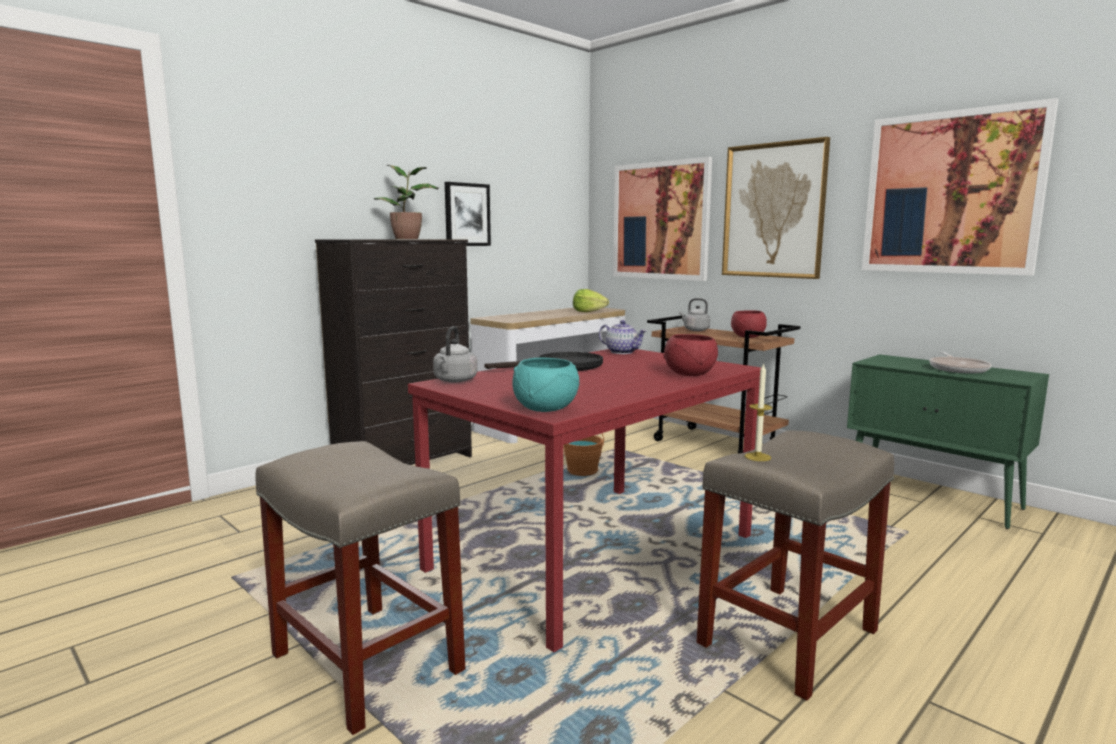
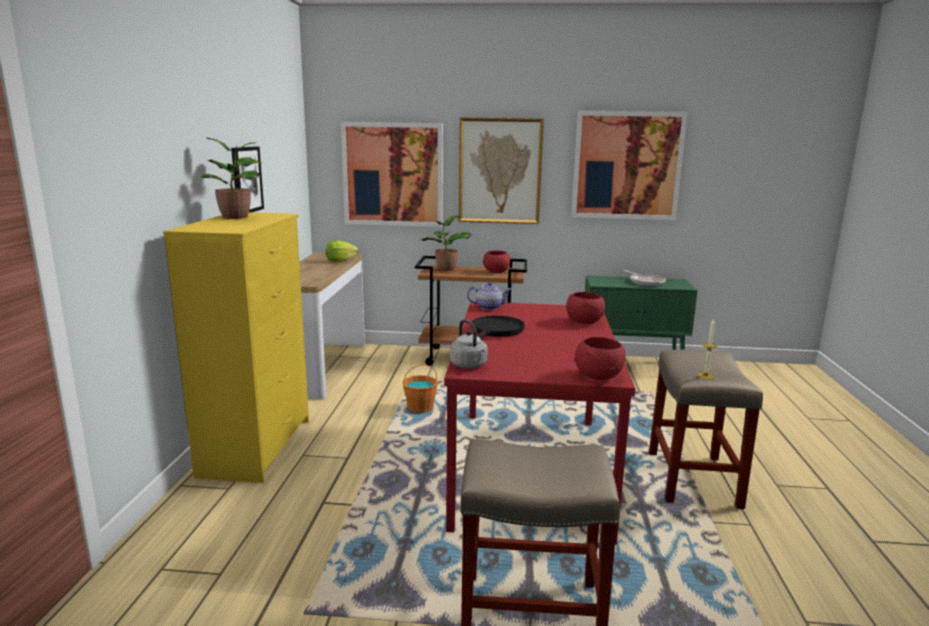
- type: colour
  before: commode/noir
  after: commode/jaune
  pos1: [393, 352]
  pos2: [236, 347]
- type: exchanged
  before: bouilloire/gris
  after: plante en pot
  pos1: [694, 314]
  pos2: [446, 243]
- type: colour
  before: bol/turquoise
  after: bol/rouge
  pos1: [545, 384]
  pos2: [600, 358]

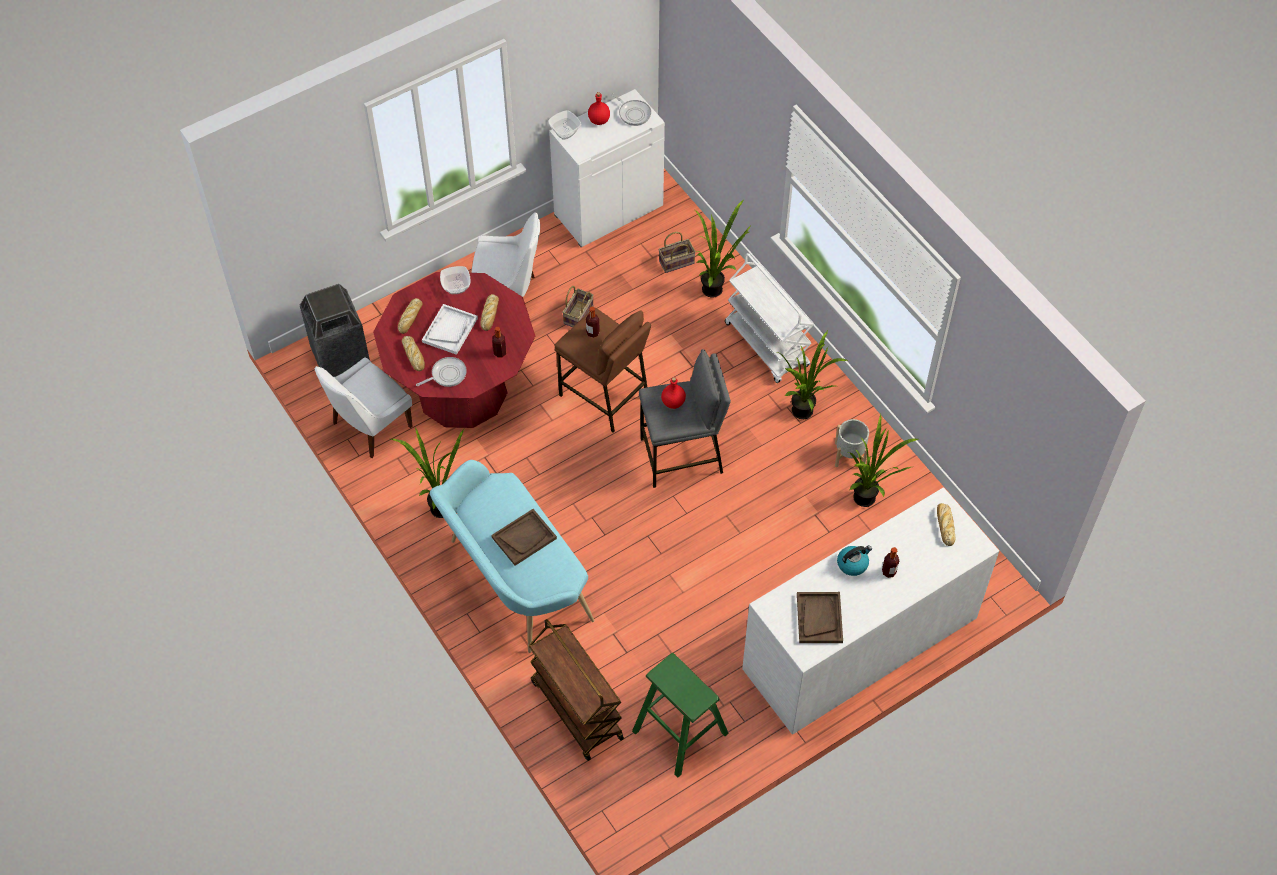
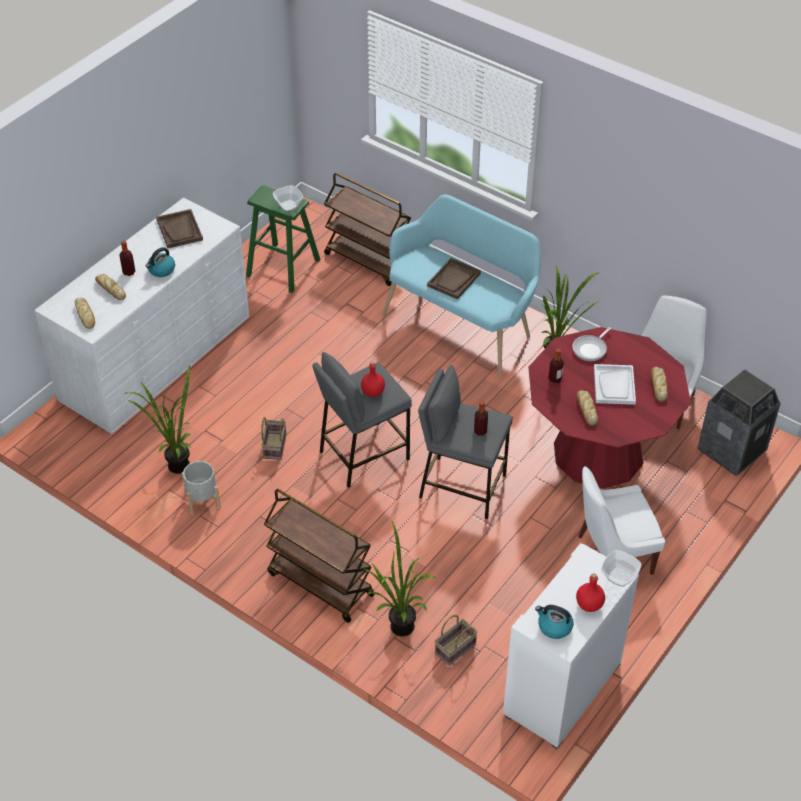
- type: exchanged
  before: poêle
  after: bouilloire
  pos1: [631, 109]
  pos2: [554, 622]
- type: colour
  before: chariot/blanc
  after: chariot/marron
  pos1: [769, 318]
  pos2: [319, 556]
- type: relocated
  before: bol
  pos1: [455, 280]
  pos2: [288, 198]
- type: relocated
  before: panier
  pos1: [578, 306]
  pos2: [273, 438]
- type: colour
  before: tabouret/marron
  after: tabouret/gris
  pos1: [602, 370]
  pos2: [465, 442]
- type: missing
  before: plante en pot
  pos1: [811, 374]
- type: relocated
  before: pain
  pos1: [413, 353]
  pos2: [110, 287]

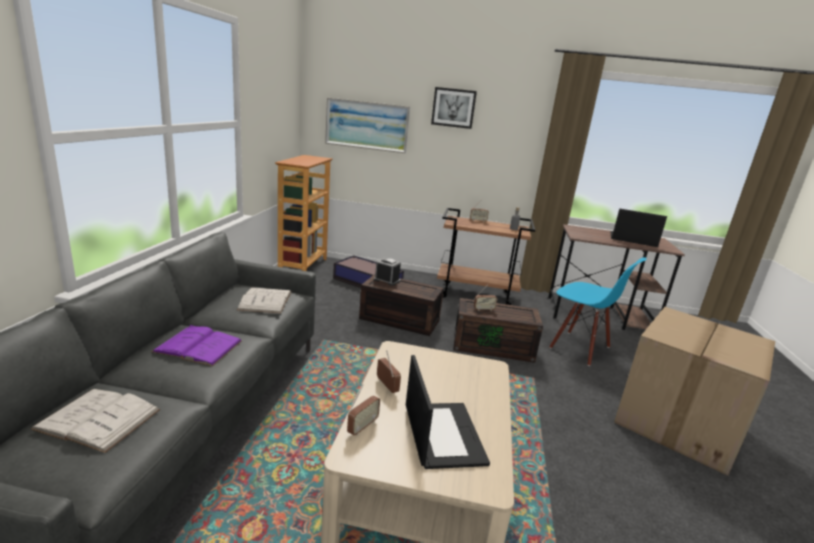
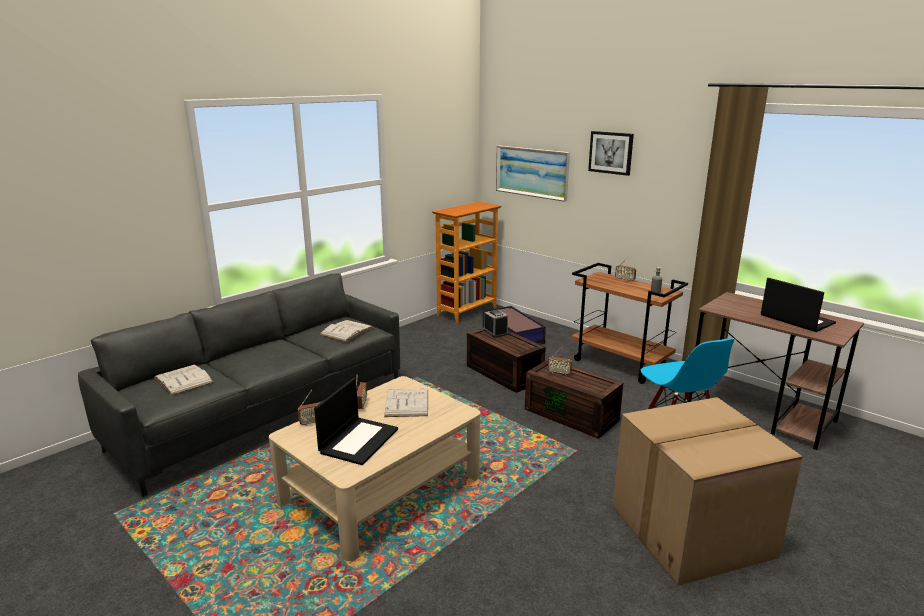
- type: missing
  before: livre/violet
  pos1: [196, 345]
- type: appeared
  after: livre/blanc
  pos2: [406, 403]

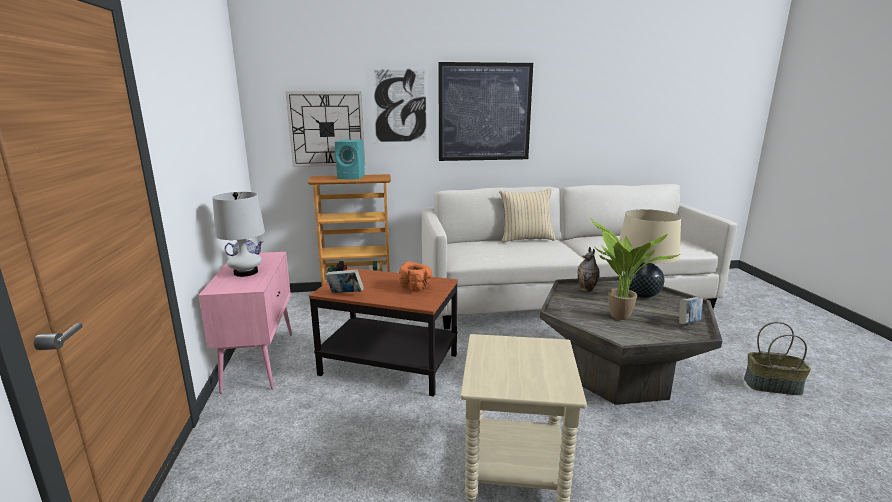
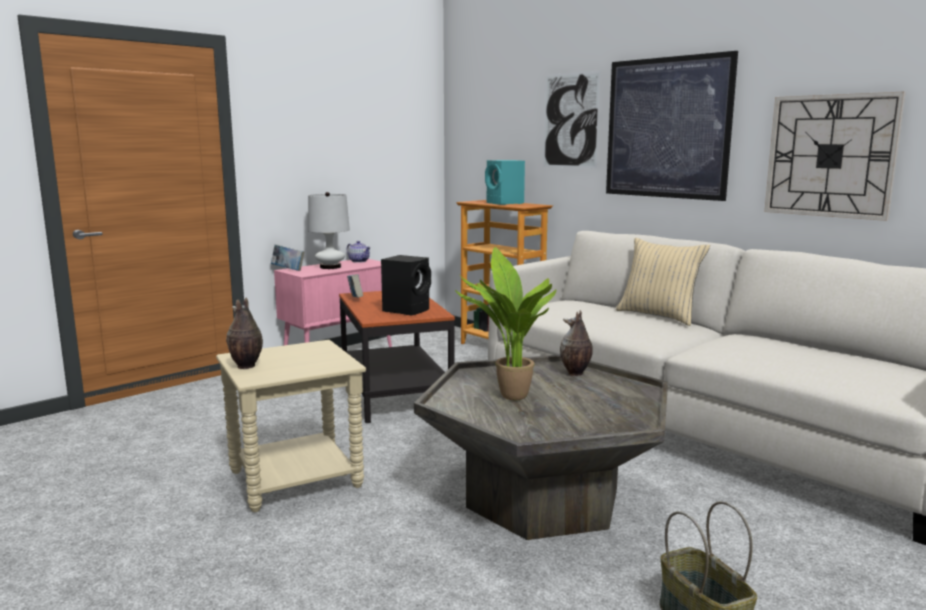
- type: relocated
  before: horloge murale
  pos1: [325, 129]
  pos2: [835, 156]
- type: missing
  before: lampe de table/beige
  pos1: [650, 253]
- type: exchanged
  before: bol/orange
  after: enceinte/noir
  pos1: [415, 276]
  pos2: [406, 285]
- type: relocated
  before: livre
  pos1: [691, 310]
  pos2: [287, 257]
- type: appeared
  after: vase
  pos2: [244, 333]

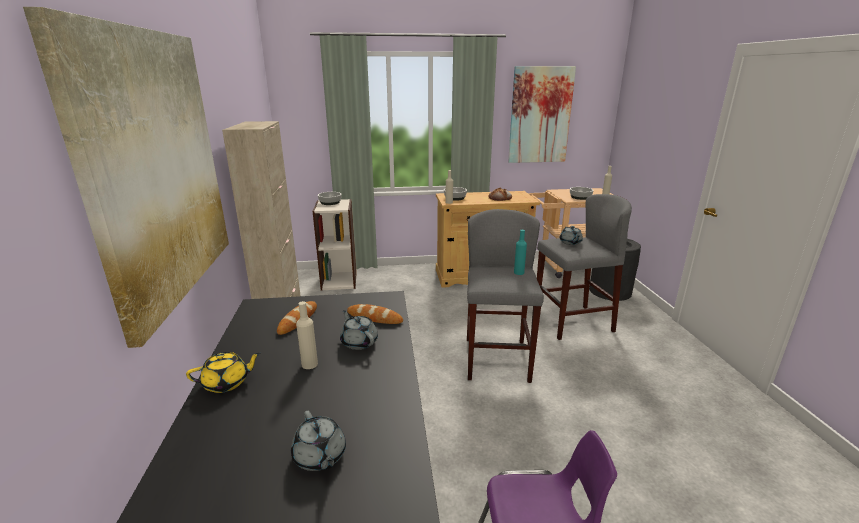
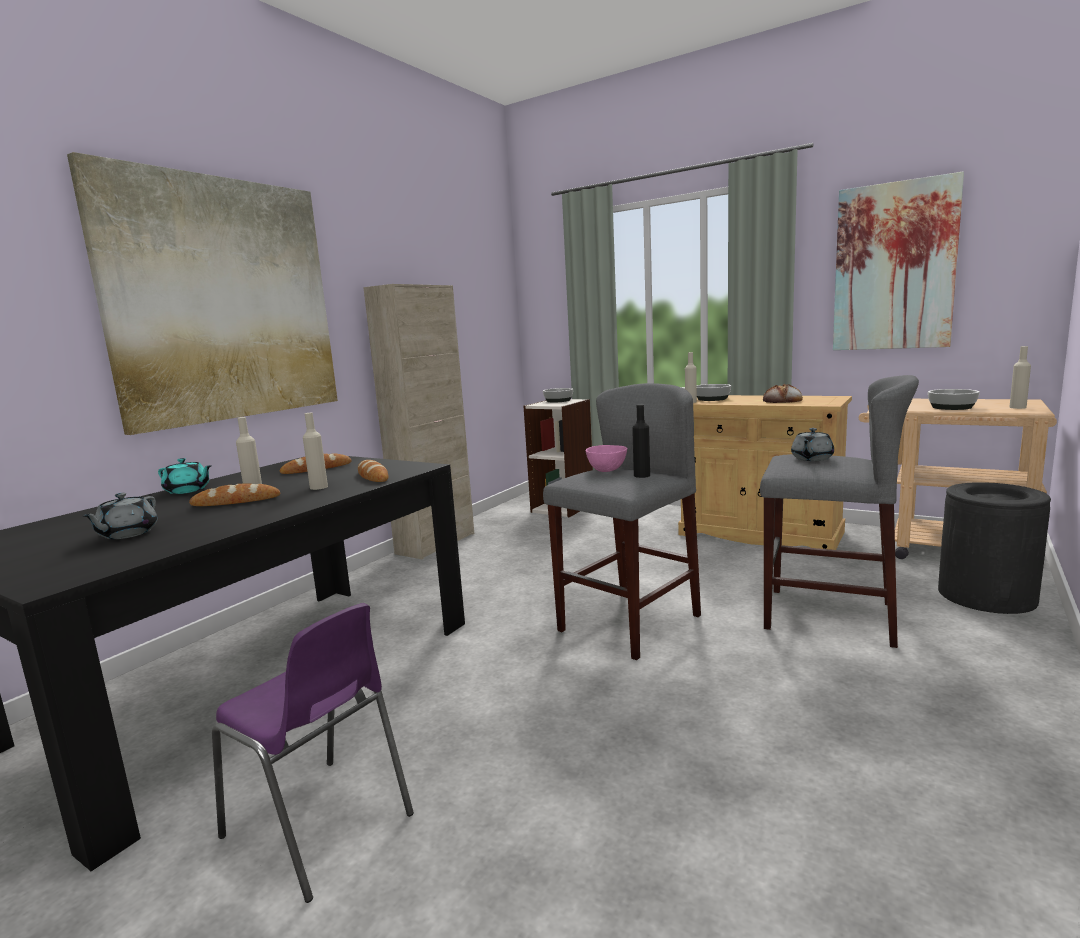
- type: colour
  before: bouteille/turquoise
  after: bouteille/noir
  pos1: [520, 252]
  pos2: [641, 441]
- type: exchanged
  before: théière/gris
  after: bouteille/beige
  pos1: [359, 330]
  pos2: [315, 451]
- type: colour
  before: théière/jaune
  after: théière/turquoise
  pos1: [223, 372]
  pos2: [185, 476]
- type: appeared
  after: bol/rose
  pos2: [606, 458]
- type: appeared
  after: pain
  pos2: [234, 494]

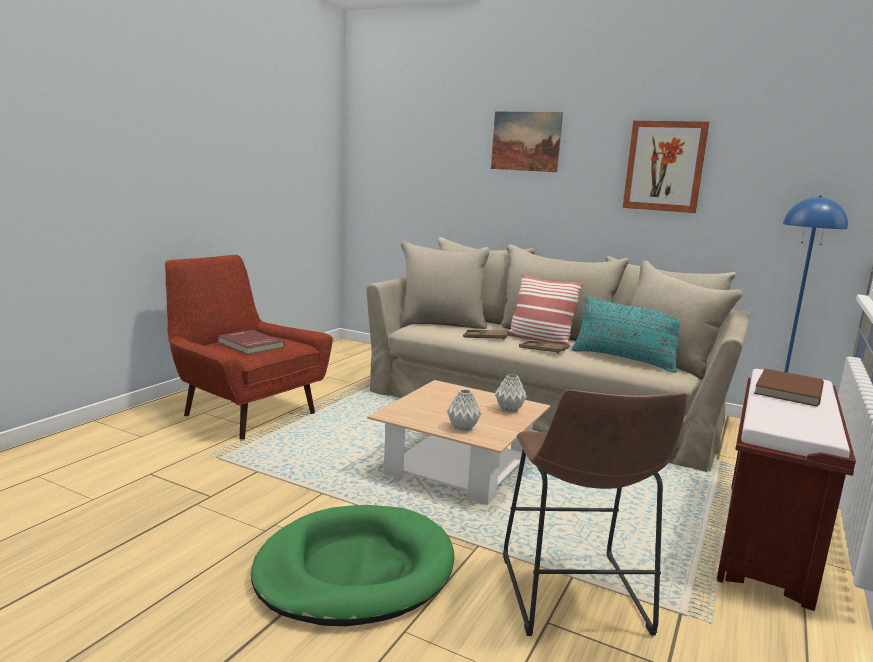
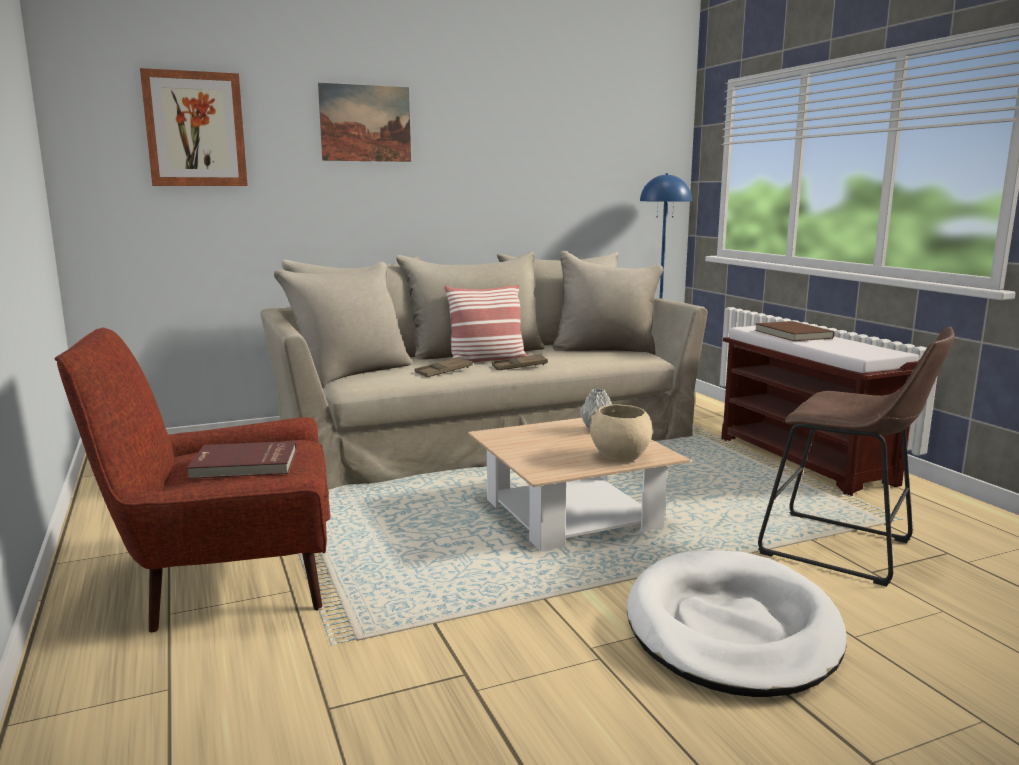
- type: relocated
  before: tableau
  pos1: [666, 167]
  pos2: [194, 127]
- type: missing
  before: coussin/turquoise
  pos1: [626, 334]
- type: exchanged
  before: vase/gris
  after: bol/beige
  pos1: [464, 410]
  pos2: [621, 433]
- type: colour
  before: panier pour chien/vert
  after: panier pour chien/blanc
  pos1: [352, 565]
  pos2: [736, 623]

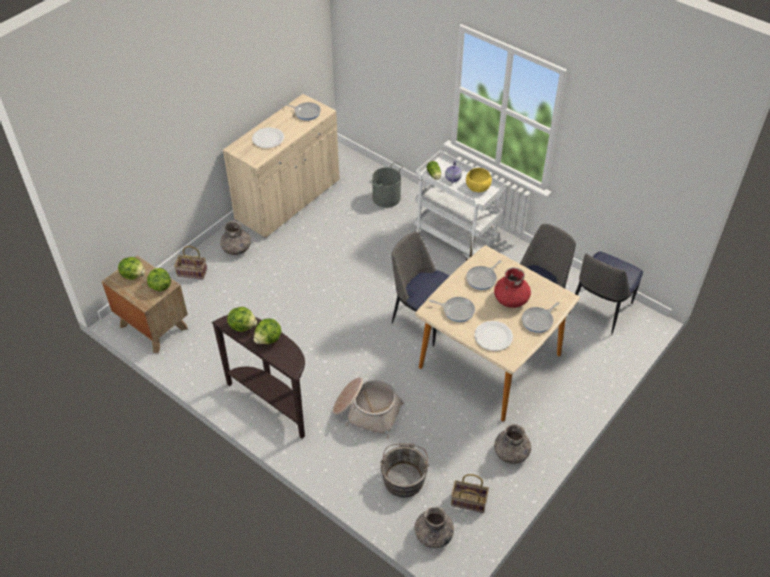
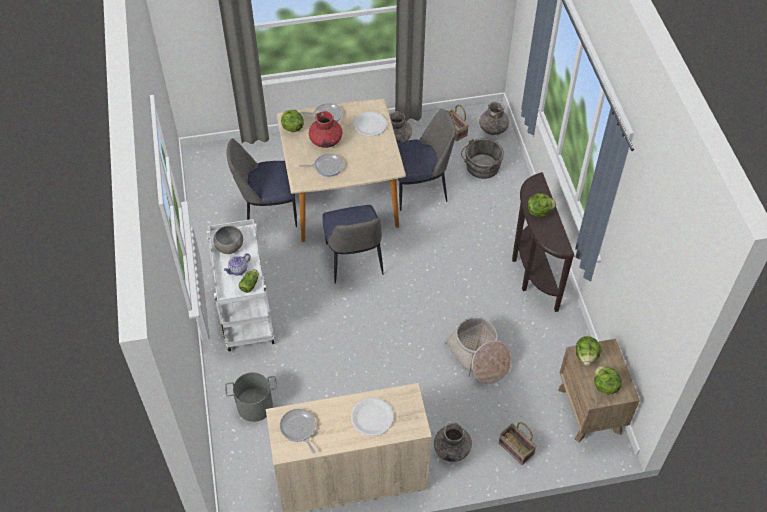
- type: colour
  before: bol/jaune
  after: bol/gris
  pos1: [479, 180]
  pos2: [228, 240]
- type: relocated
  before: chaise
  pos1: [606, 293]
  pos2: [426, 159]
- type: missing
  before: poêle
  pos1: [452, 309]
- type: relocated
  before: laitue
  pos1: [242, 319]
  pos2: [292, 121]
- type: relocated
  before: panier
  pos1: [368, 408]
  pos2: [477, 350]

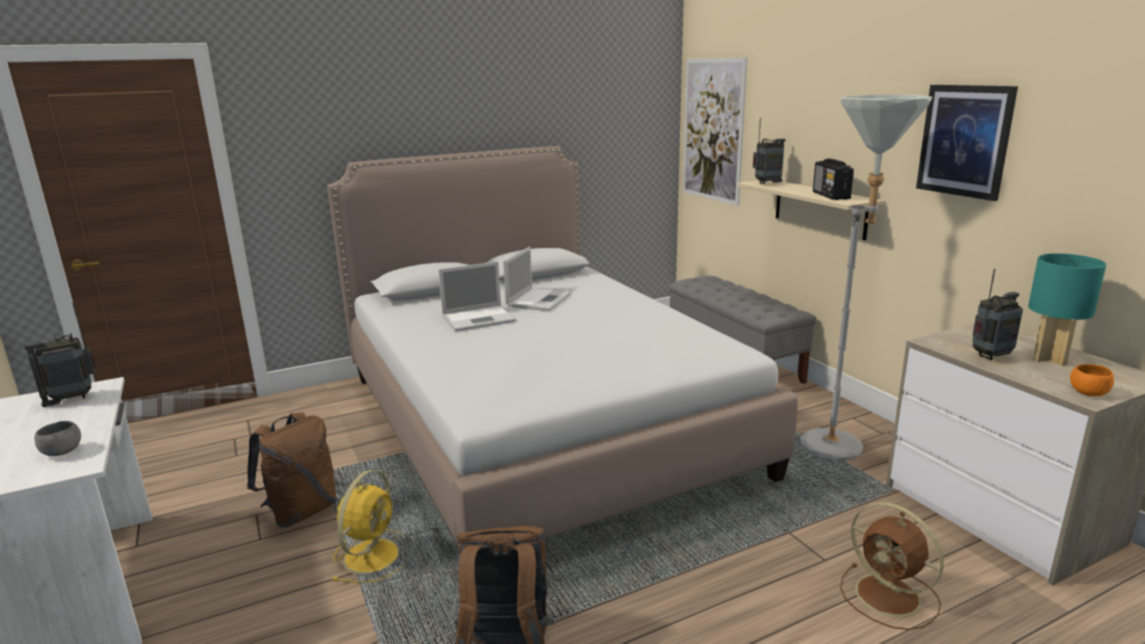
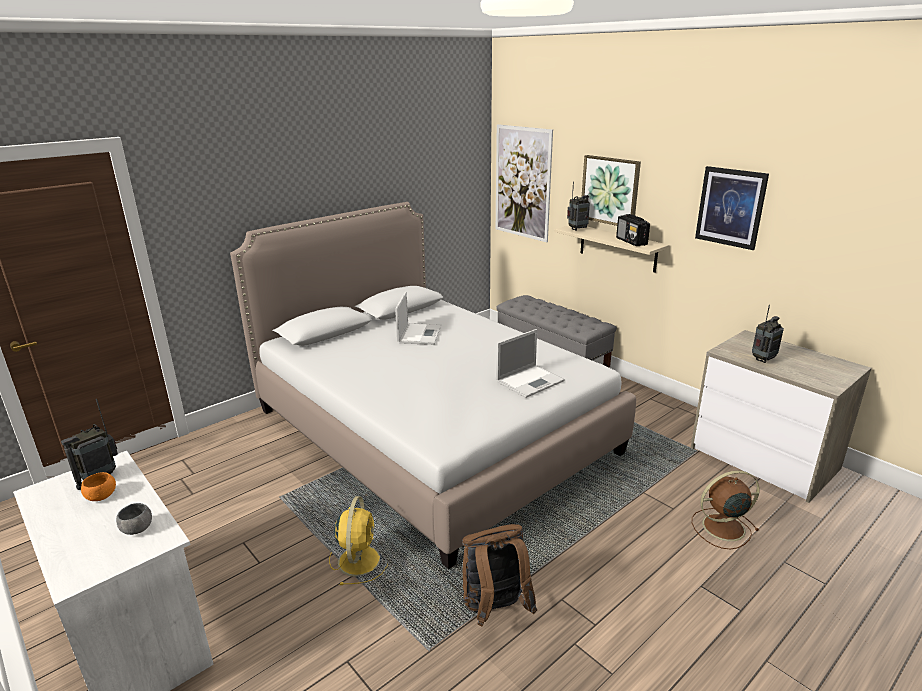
- type: missing
  before: lampadaire/gris
  pos1: [866, 277]
- type: missing
  before: lampe de table/turquoise
  pos1: [1067, 309]
- type: relocated
  before: ordinateur portable
  pos1: [477, 296]
  pos2: [530, 363]
- type: relocated
  before: bol/orange
  pos1: [1092, 380]
  pos2: [98, 486]
- type: missing
  before: sac à dos/marron
  pos1: [292, 470]
- type: spun
  before: ventilateur/marron
  pos1: [892, 566]
  pos2: [726, 510]
  turn: 135
- type: appeared
  after: tableau
  pos2: [611, 190]

